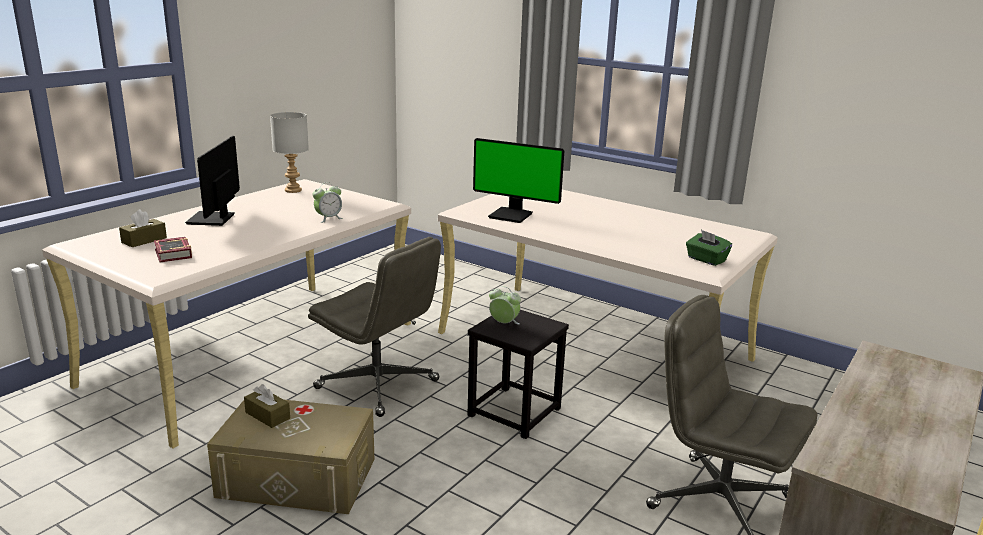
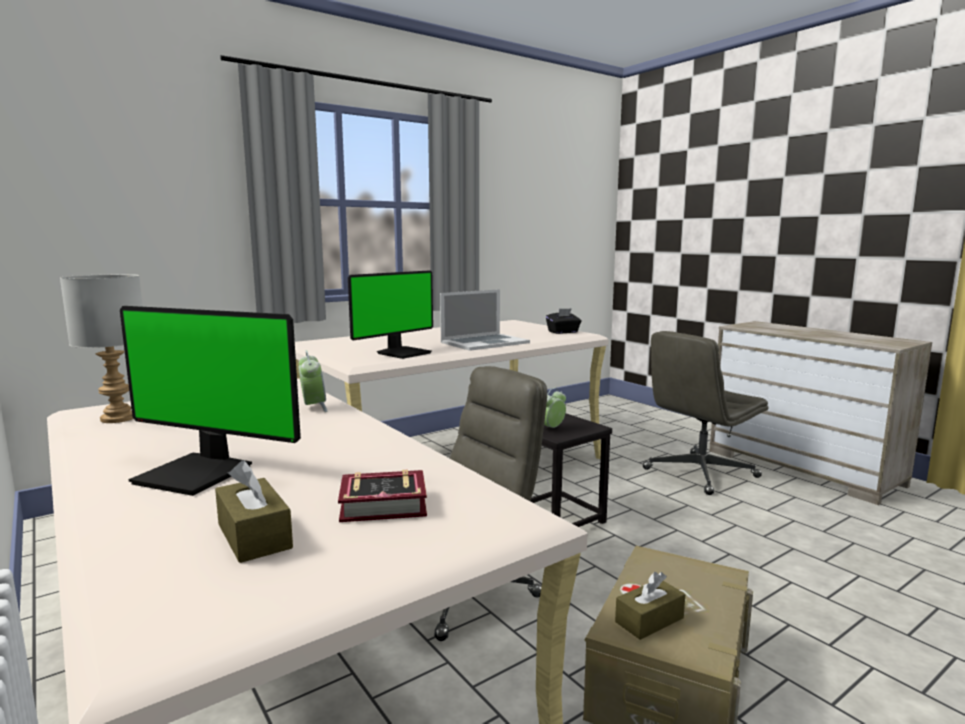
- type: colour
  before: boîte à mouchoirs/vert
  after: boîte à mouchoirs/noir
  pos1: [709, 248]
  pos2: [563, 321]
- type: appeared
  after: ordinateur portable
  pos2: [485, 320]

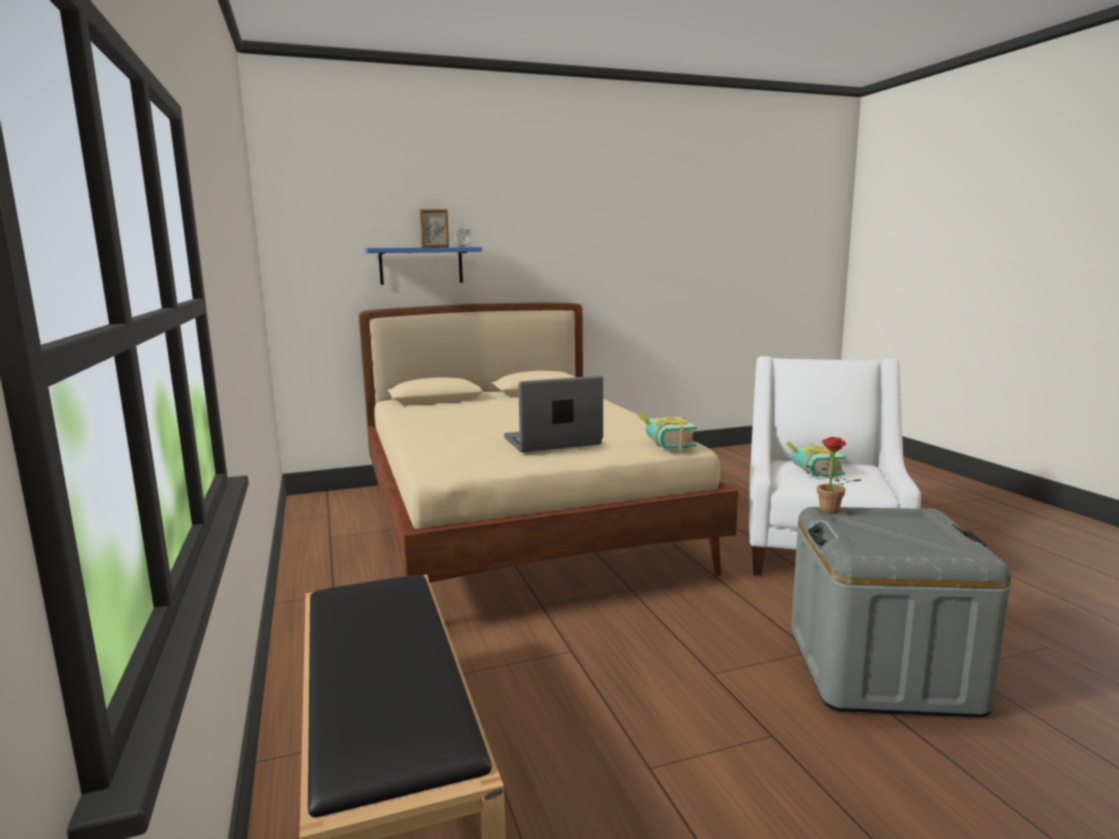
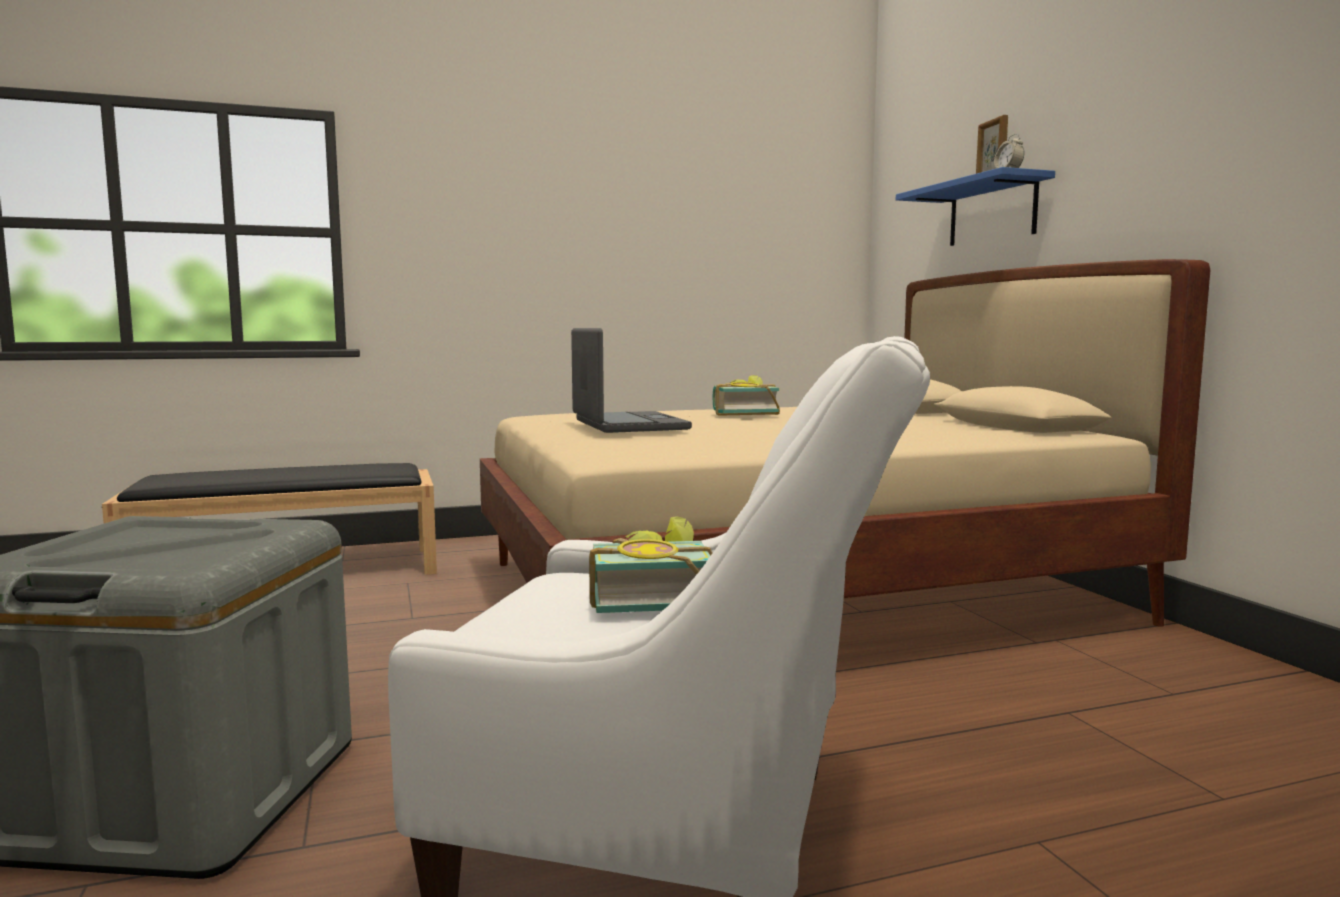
- type: relocated
  before: livre
  pos1: [667, 432]
  pos2: [746, 395]
- type: missing
  before: plante en pot
  pos1: [834, 475]

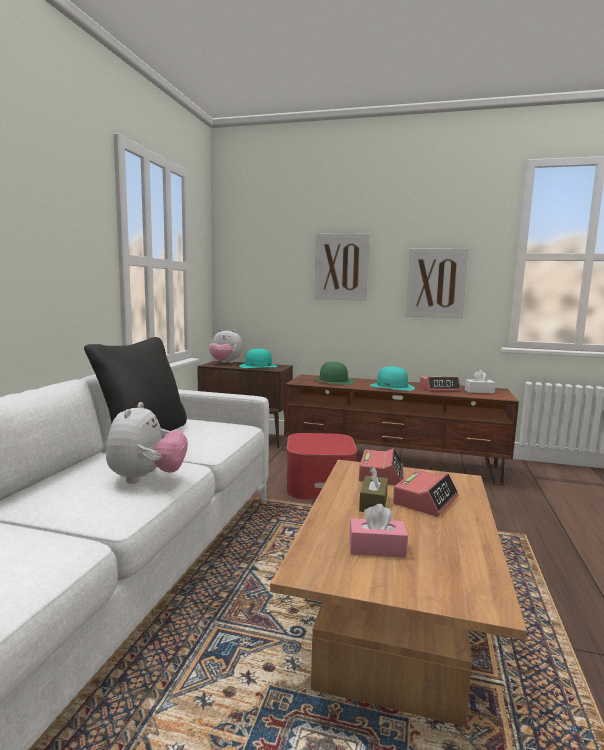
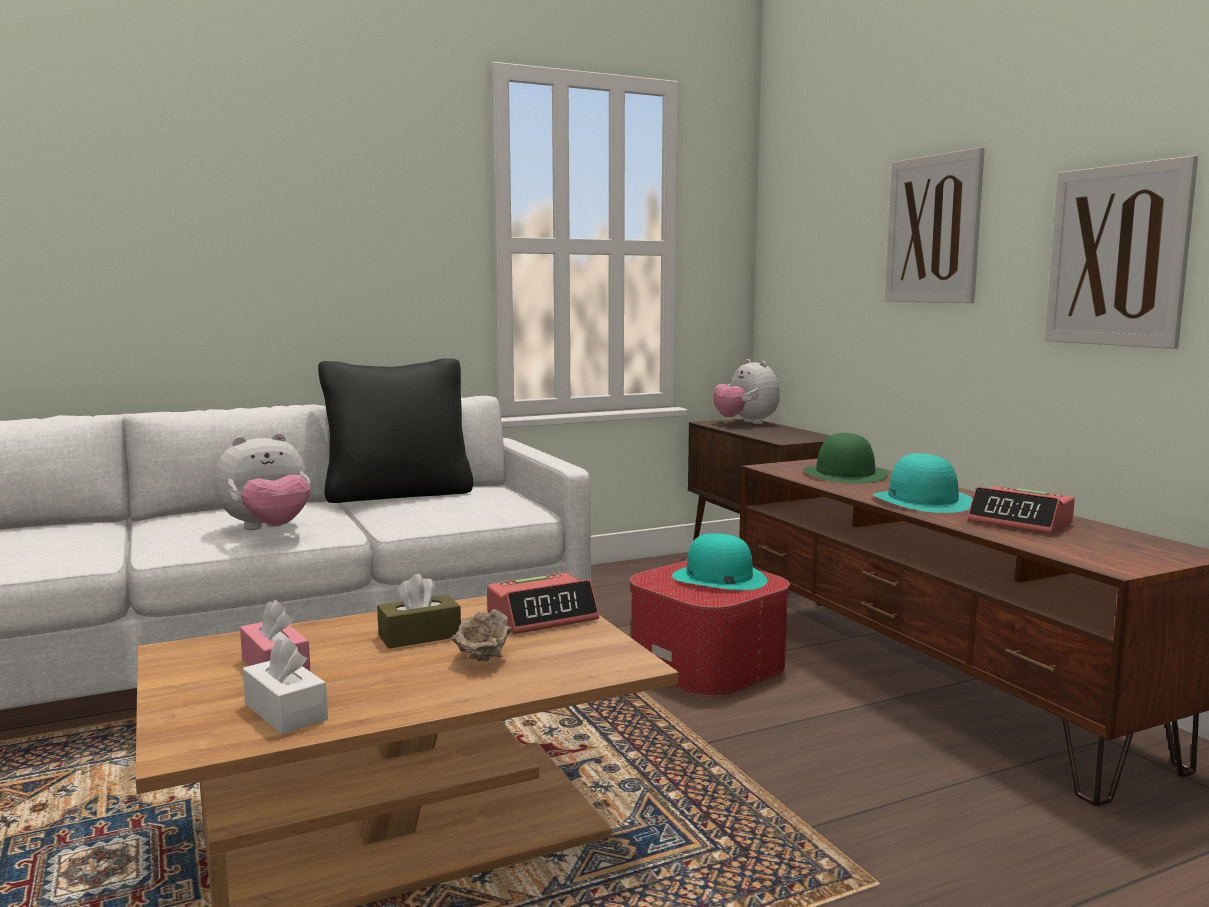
- type: relocated
  before: chapeau/turquoise
  pos1: [258, 358]
  pos2: [719, 561]
- type: relocated
  before: boîte à mouchoirs/blanc
  pos1: [480, 381]
  pos2: [285, 685]
- type: exchanged
  before: réveil
  after: bol/beige
  pos1: [426, 493]
  pos2: [481, 635]

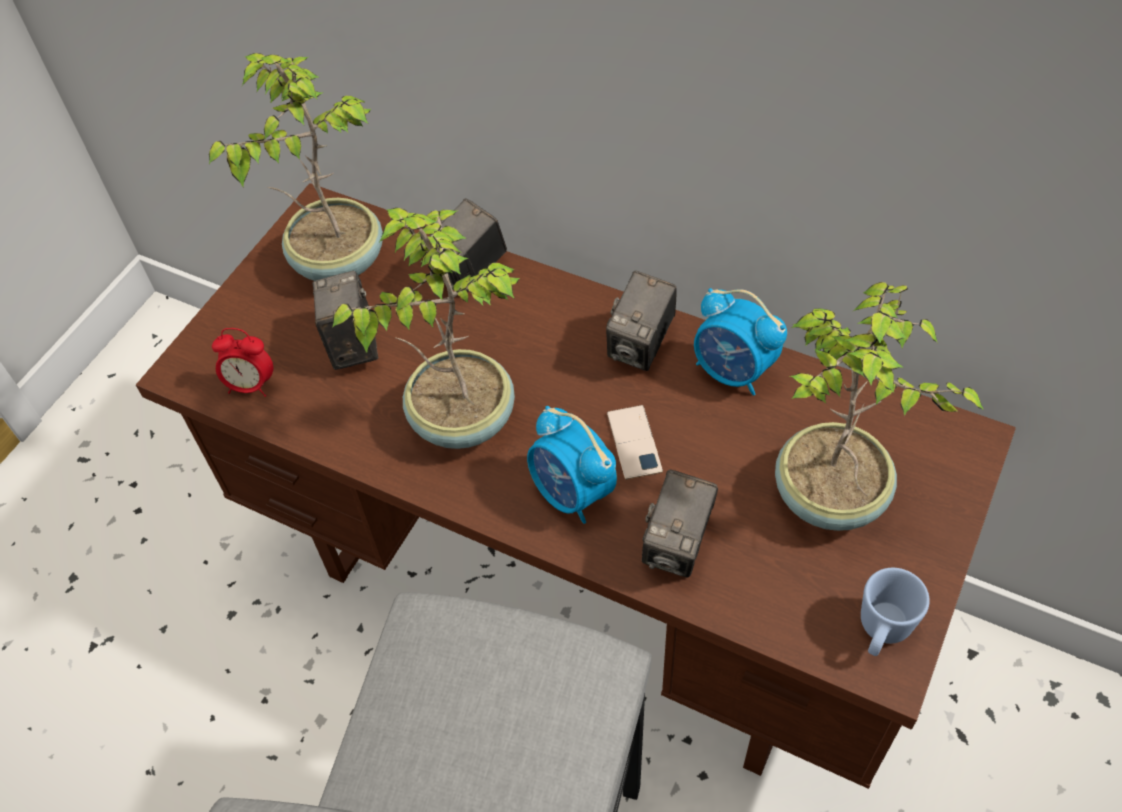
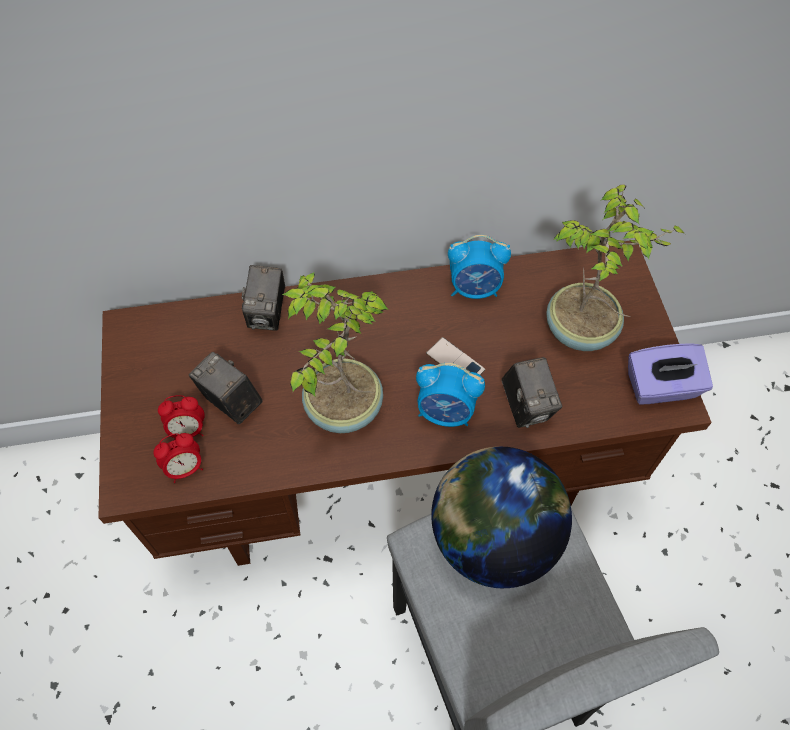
- type: missing
  before: plante en pot
  pos1: [296, 167]
- type: missing
  before: appareil photo
  pos1: [641, 320]
- type: exchanged
  before: mug/bleu
  after: boîte à mouchoirs/violet
  pos1: [895, 612]
  pos2: [670, 374]
- type: appeared
  after: réveil
  pos2: [181, 418]
- type: appeared
  after: globe
  pos2: [501, 517]

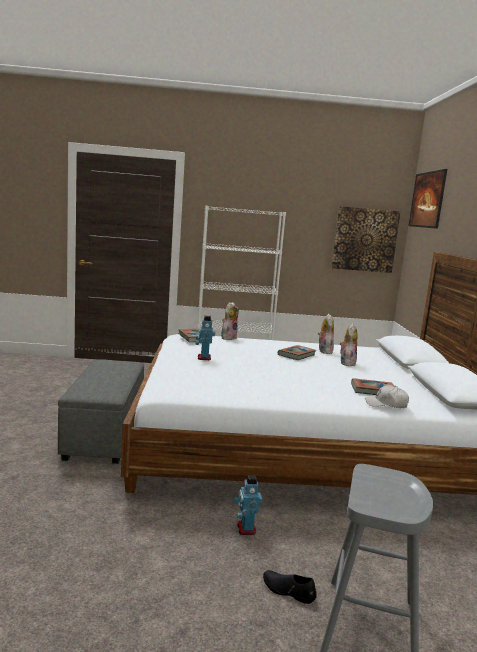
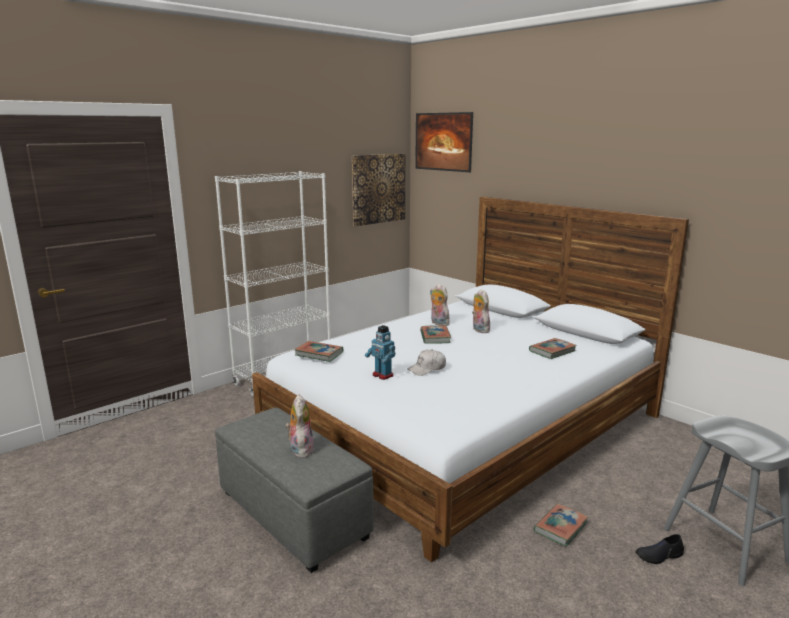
- type: relocated
  before: peluche
  pos1: [230, 321]
  pos2: [299, 426]
- type: relocated
  before: casquette/blanc
  pos1: [387, 396]
  pos2: [426, 362]
- type: exchanged
  before: robot jouet
  after: livre
  pos1: [247, 505]
  pos2: [561, 525]

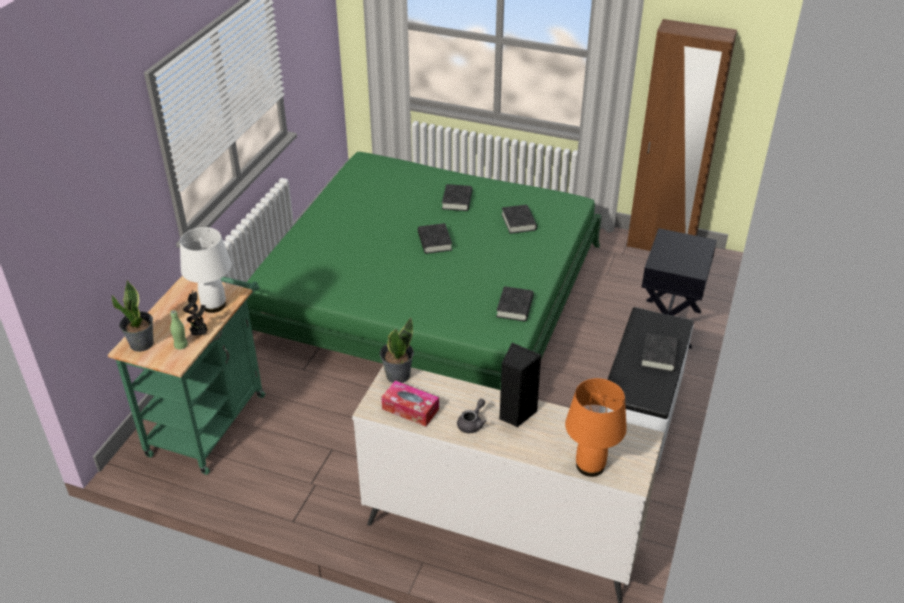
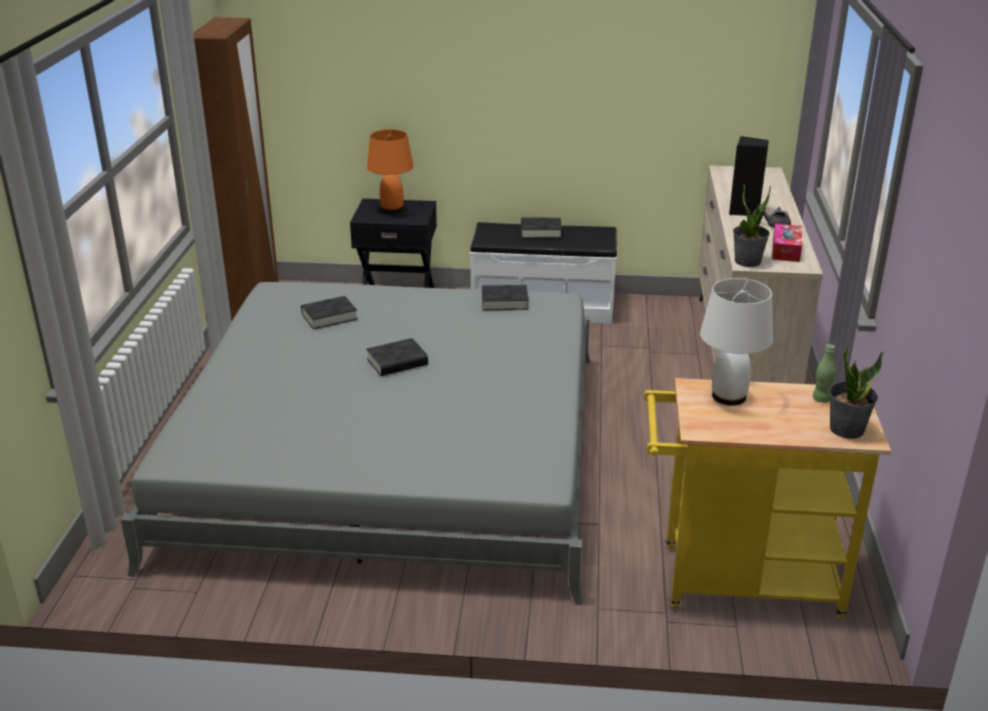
- type: colour
  before: lit/vert
  after: lit/gris
  pos1: [423, 271]
  pos2: [355, 443]
- type: missing
  before: livre/noir
  pos1: [457, 197]
- type: colour
  before: chariot/vert
  after: chariot/jaune
  pos1: [186, 375]
  pos2: [767, 498]
- type: missing
  before: plante en pot
  pos1: [195, 313]
- type: relocated
  before: lampe de table/orange
  pos1: [596, 427]
  pos2: [390, 171]

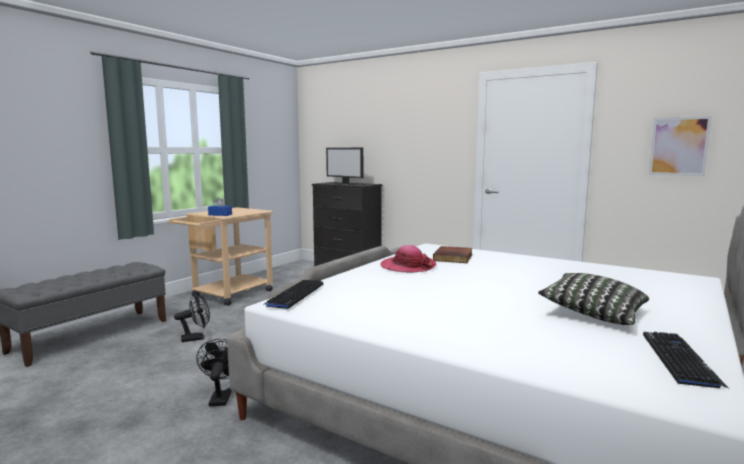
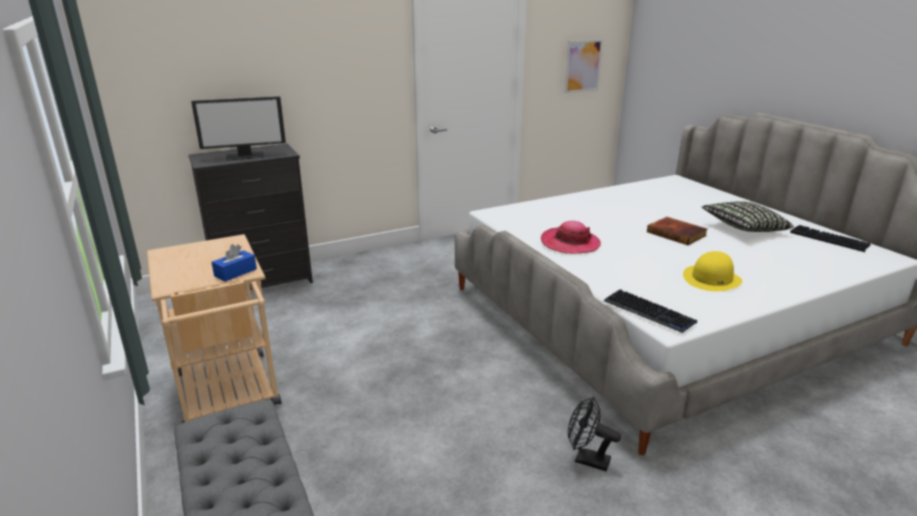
- type: relocated
  before: livre
  pos1: [452, 254]
  pos2: [677, 231]
- type: missing
  before: ventilateur/noir
  pos1: [192, 317]
- type: appeared
  after: chapeau/jaune
  pos2: [712, 271]

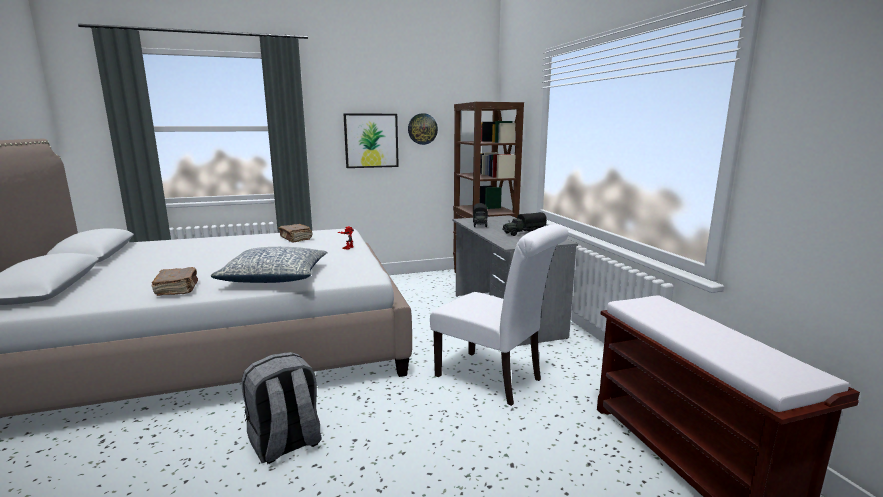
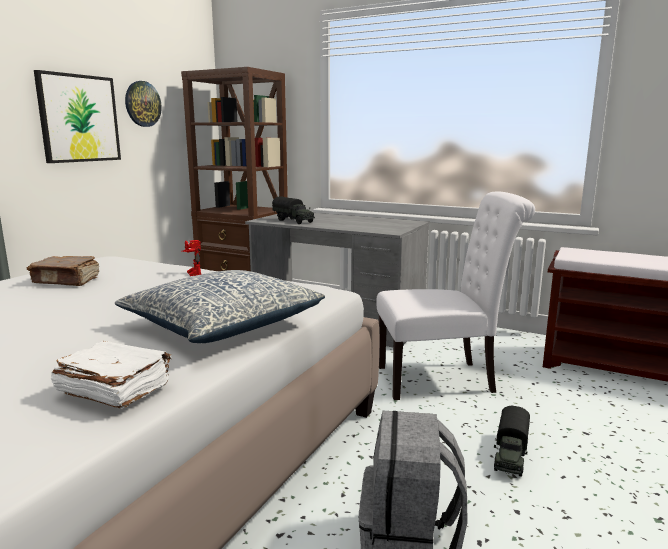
- type: relocated
  before: camion jouet
  pos1: [524, 224]
  pos2: [512, 441]
- type: colour
  before: livre/marron
  after: livre/blanc
  pos1: [175, 281]
  pos2: [111, 374]

